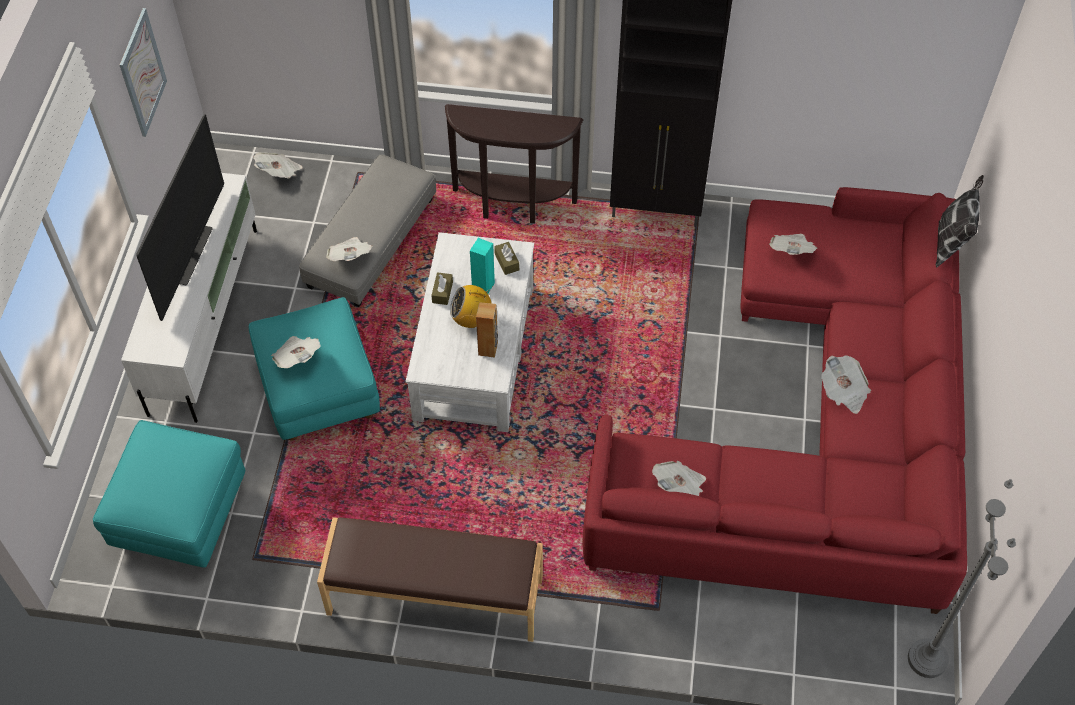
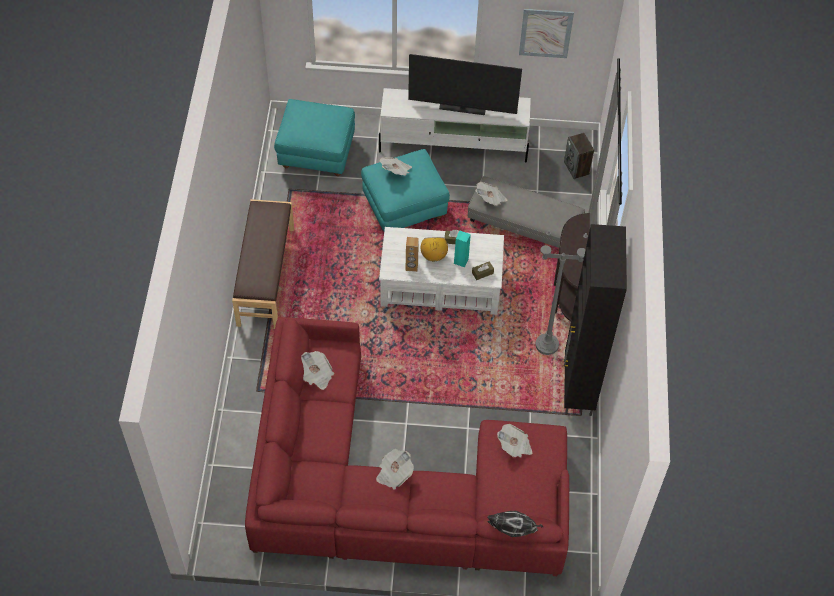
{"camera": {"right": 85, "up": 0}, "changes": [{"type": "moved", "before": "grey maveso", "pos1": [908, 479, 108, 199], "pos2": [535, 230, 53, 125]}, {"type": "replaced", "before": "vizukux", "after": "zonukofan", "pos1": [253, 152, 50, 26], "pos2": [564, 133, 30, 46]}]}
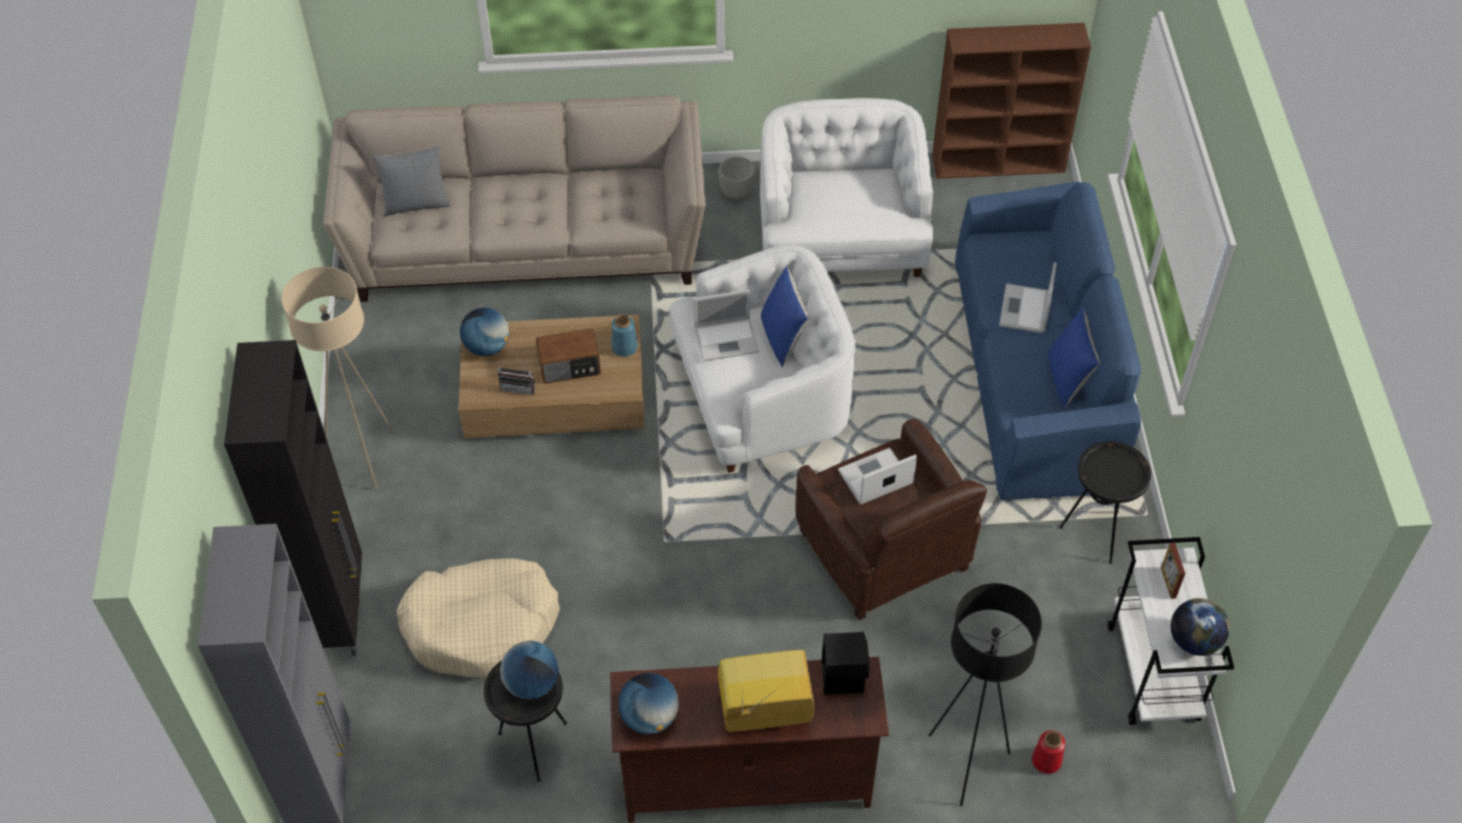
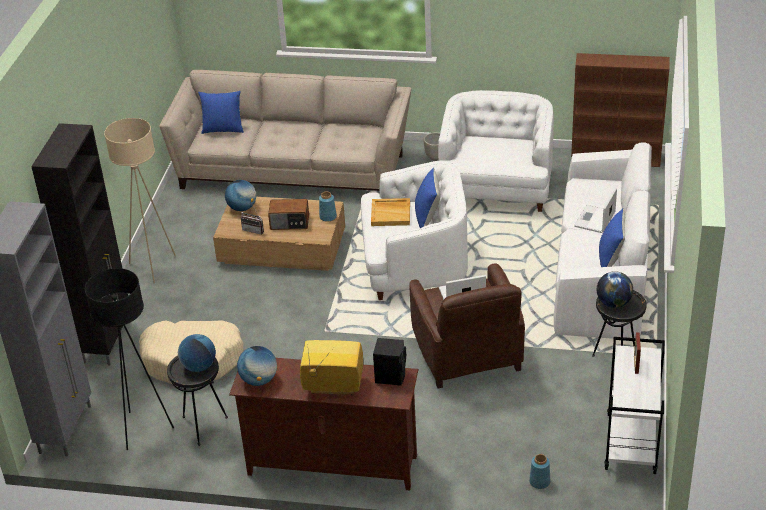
{"camera": {"right": 15, "up": -15}, "changes": [{"type": "moved", "before": "black maveso", "pos1": [929, 583, 113, 223], "pos2": [85, 268, 89, 182]}, {"type": "recoloured", "before": "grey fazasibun", "after": "blue fazasibun", "pos1": [372, 146, 79, 71], "pos2": [198, 91, 46, 43]}, {"type": "replaced", "before": "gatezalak", "after": "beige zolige", "pos1": [694, 289, 65, 73], "pos2": [371, 198, 39, 28]}, {"type": "recoloured", "before": "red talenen", "after": "blue talenen", "pos1": [1032, 731, 33, 43], "pos2": [529, 454, 21, 35]}, {"type": "recoloured", "before": "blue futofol", "after": "white futofol", "pos1": [955, 182, 186, 318], "pos2": [554, 142, 98, 197]}, {"type": "moved", "before": "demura", "pos1": [1171, 598, 59, 58], "pos2": [597, 271, 36, 37]}]}
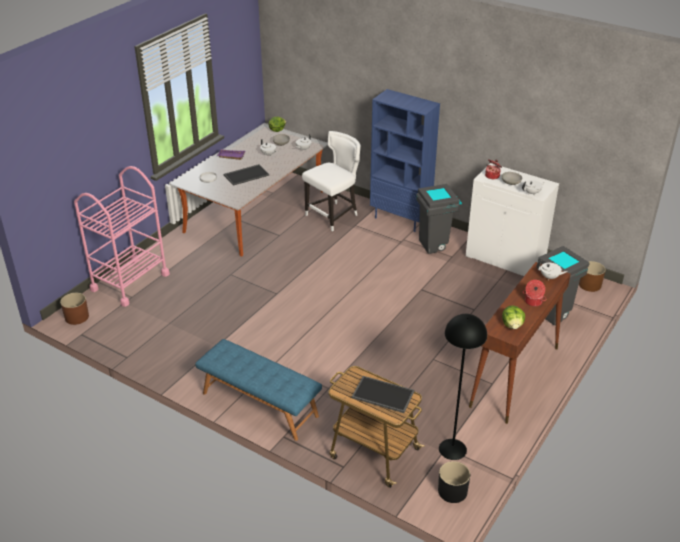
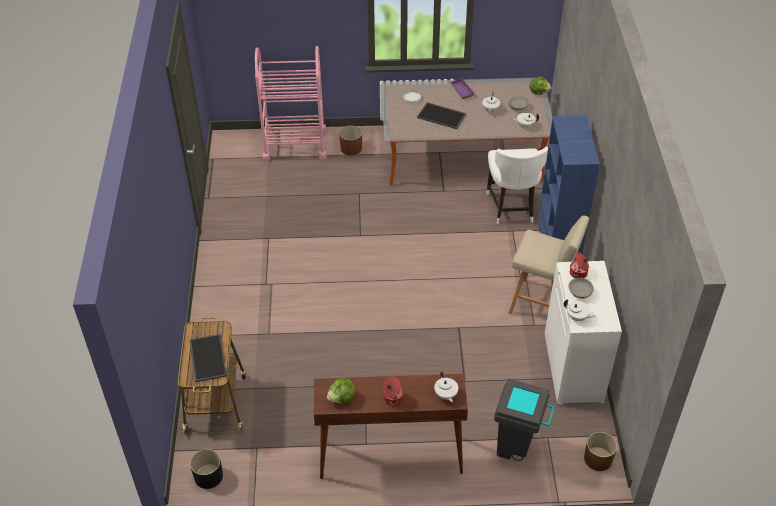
{"camera": {"right": 55, "up": 10}, "changes": [{"type": "moved", "before": "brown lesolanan", "pos1": [60, 293, 29, 32], "pos2": [339, 126, 23, 30]}, {"type": "turned", "before": "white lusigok", "pos1": [302, 131, 59, 101], "pos2": [486, 147, 62, 77], "turn": 75}, {"type": "replaced", "before": "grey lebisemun", "after": "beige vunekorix", "pos1": [416, 184, 46, 70], "pos2": [508, 215, 81, 99]}, {"type": "removed", "before": "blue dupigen", "pos1": [195, 339, 127, 102]}, {"type": "removed", "before": "black maveso", "pos1": [439, 314, 48, 146]}]}
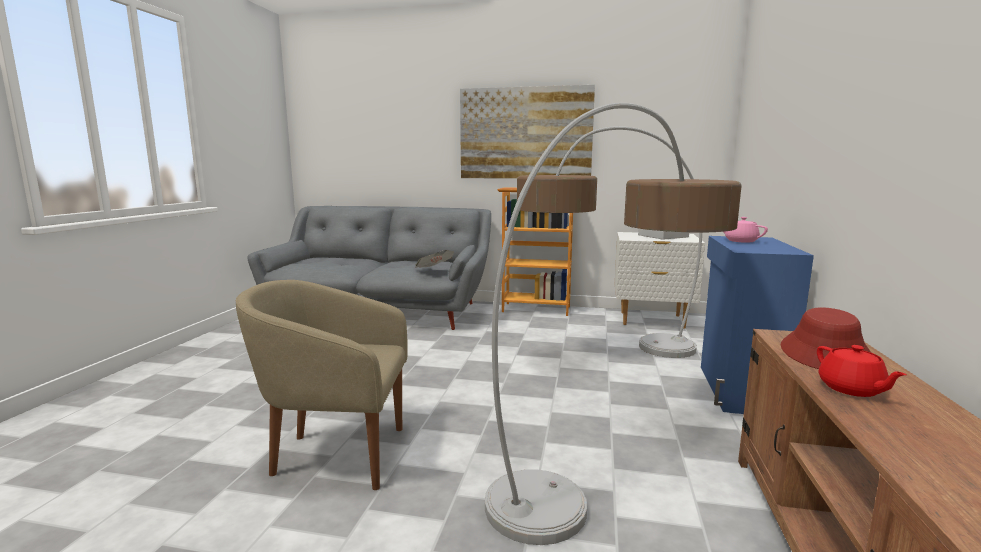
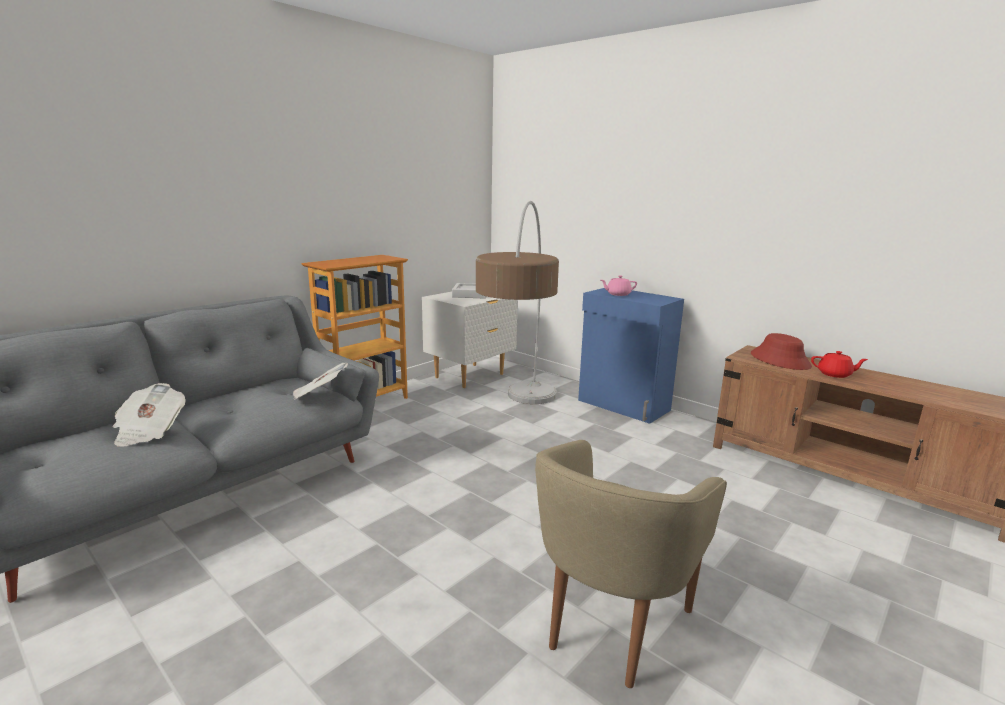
{"camera": {"right": -60, "up": 5}, "changes": [{"type": "added", "after": "vizukux", "pos2": [113, 383, 73, 64]}, {"type": "removed", "before": "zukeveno", "pos1": [460, 85, 135, 94]}, {"type": "removed", "before": "maveso", "pos1": [485, 103, 257, 442]}]}
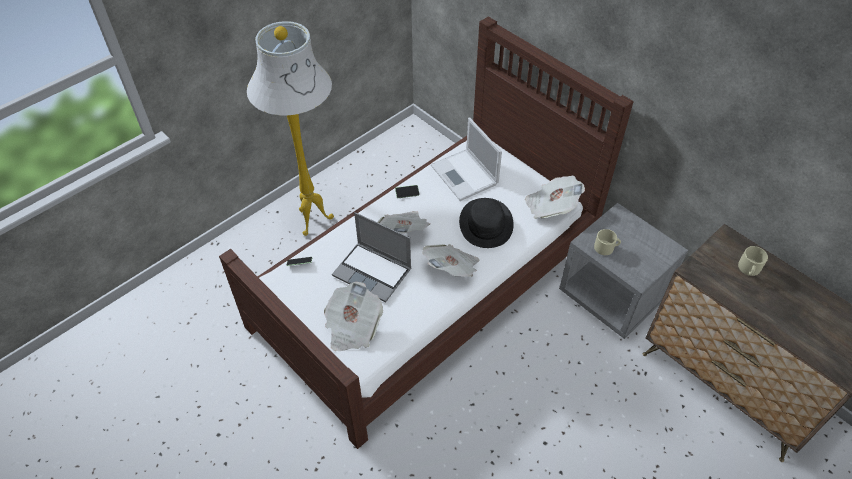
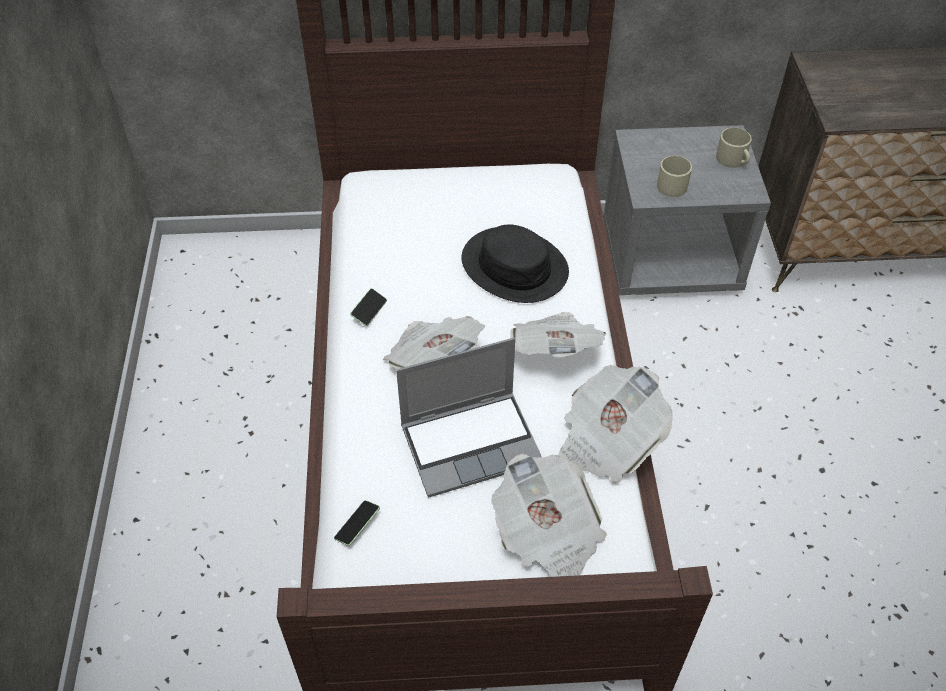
{"camera": {"right": -50, "up": 0}, "changes": [{"type": "moved", "before": "vizukux", "pos1": [525, 176, 60, 43], "pos2": [558, 365, 115, 118]}, {"type": "moved", "before": "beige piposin", "pos1": [738, 246, 30, 30], "pos2": [716, 128, 36, 40]}, {"type": "removed", "before": "white maveso", "pos1": [247, 21, 87, 215]}, {"type": "removed", "before": "gatezalak", "pos1": [431, 117, 71, 84]}]}
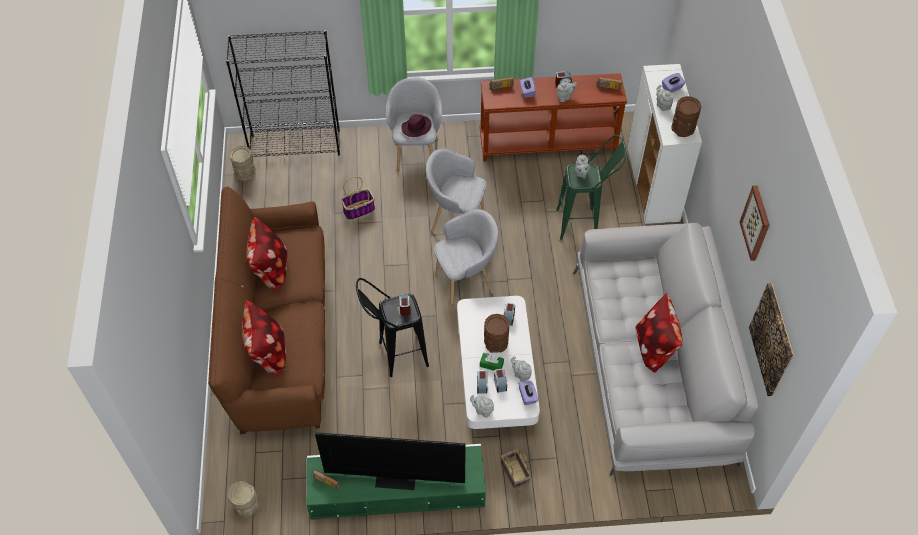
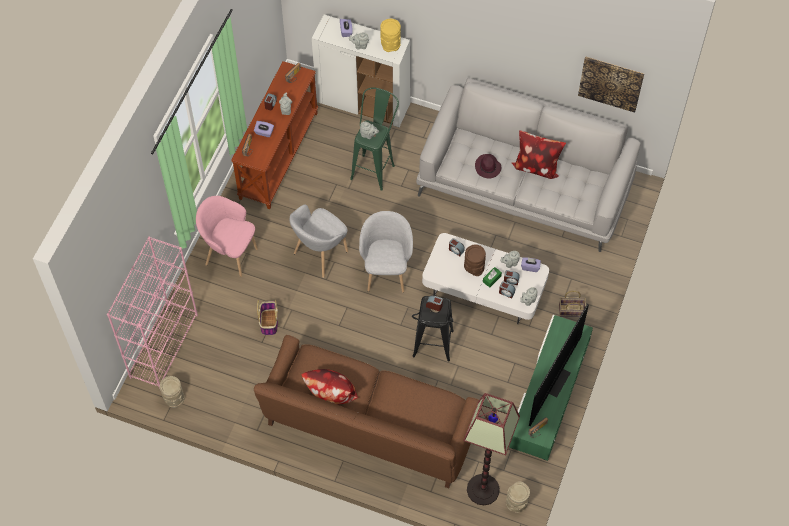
{"camera": {"right": -65, "up": 5}, "changes": [{"type": "recoloured", "before": "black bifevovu", "after": "pink bifevovu", "pos1": [226, 30, 114, 127], "pos2": [107, 237, 91, 152]}, {"type": "recoloured", "before": "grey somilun", "after": "pink somilun", "pos1": [386, 77, 56, 93], "pos2": [196, 196, 62, 81]}, {"type": "recoloured", "before": "brown talenen", "after": "yellow talenen", "pos1": [671, 96, 30, 41], "pos2": [380, 19, 21, 33]}, {"type": "added", "after": "maveso", "pos2": [463, 393, 57, 112]}, {"type": "moved", "before": "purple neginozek", "pos1": [402, 114, 30, 23], "pos2": [475, 154, 26, 25]}, {"type": "removed", "before": "fazasibun", "pos1": [242, 301, 44, 75]}, {"type": "removed", "before": "zukeveno", "pos1": [740, 185, 30, 76]}]}
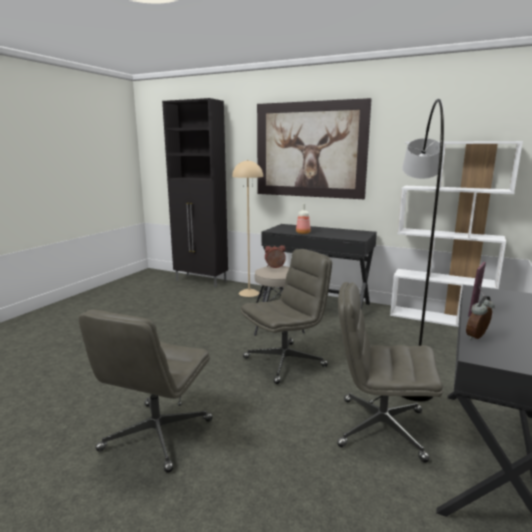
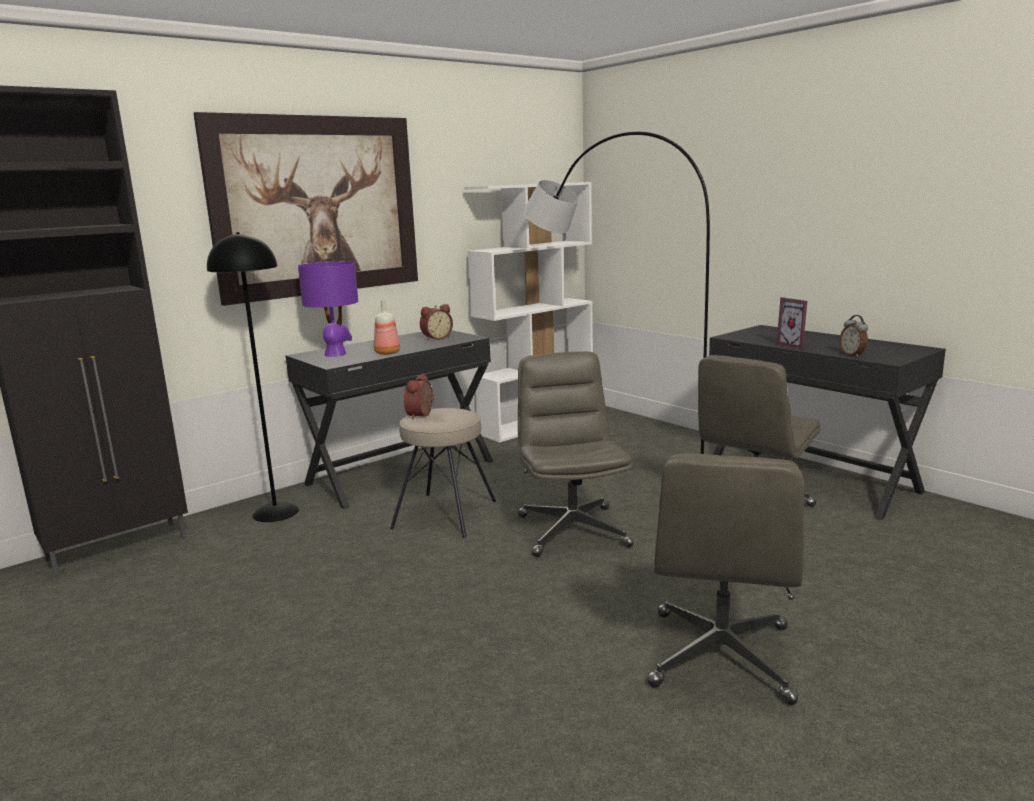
{"camera": {"right": -65, "up": 0}, "changes": [{"type": "recoloured", "before": "beige maveso", "after": "black maveso", "pos1": [232, 160, 31, 137], "pos2": [207, 232, 92, 290]}, {"type": "added", "after": "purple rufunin", "pos2": [298, 261, 60, 96]}, {"type": "added", "after": "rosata", "pos2": [420, 304, 33, 37]}, {"type": "turned", "before": "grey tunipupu", "pos1": [79, 310, 134, 163], "pos2": [647, 454, 157, 251], "turn": 60}]}
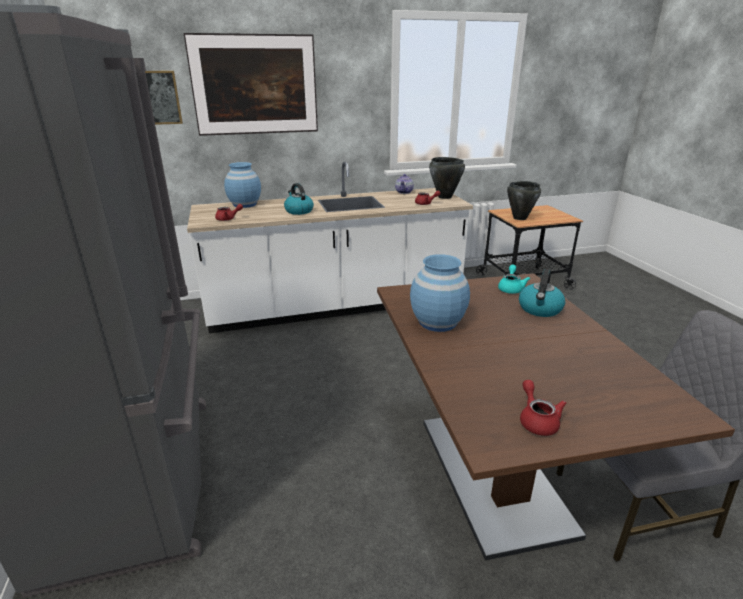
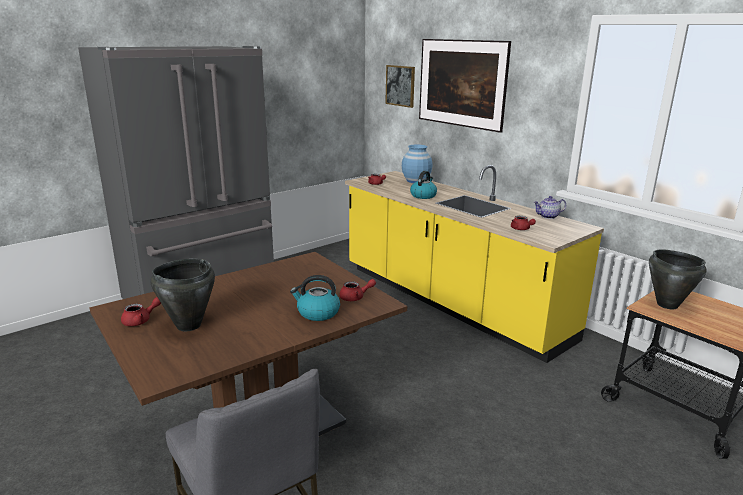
{"camera": {"right": 65, "up": -5}, "changes": [{"type": "moved", "before": "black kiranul", "pos1": [429, 157, 36, 42], "pos2": [150, 258, 65, 73]}, {"type": "recoloured", "before": "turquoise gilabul", "after": "red gilabul", "pos1": [498, 264, 32, 30], "pos2": [339, 279, 37, 22]}, {"type": "recoloured", "before": "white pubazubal", "after": "yellow pubazubal", "pos1": [187, 162, 286, 171], "pos2": [345, 165, 259, 198]}, {"type": "removed", "before": "blue talenen", "pos1": [410, 254, 60, 78]}]}
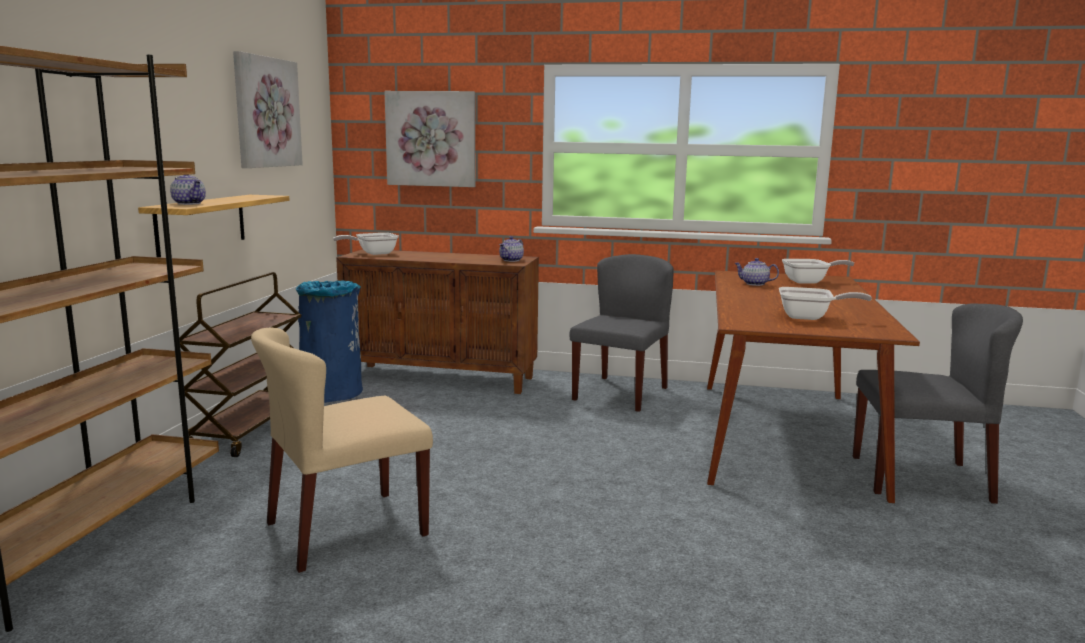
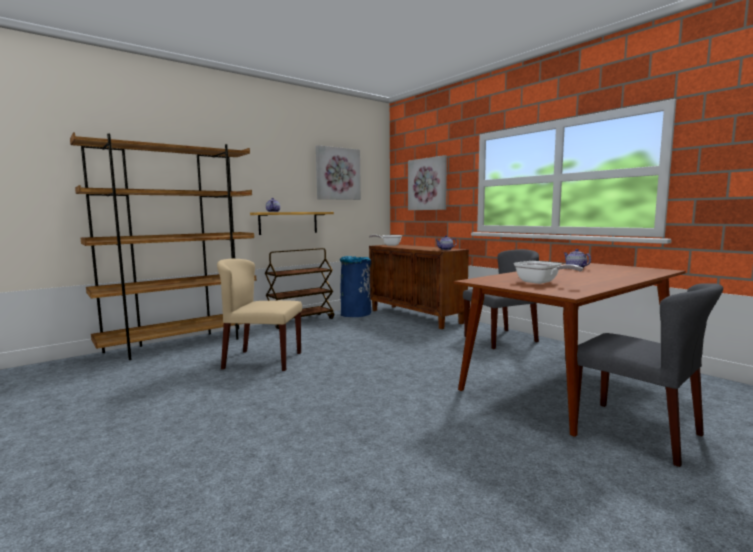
{"camera": {"right": 40, "up": -5}, "changes": [{"type": "removed", "before": "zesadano", "pos1": [782, 259, 72, 24]}]}
